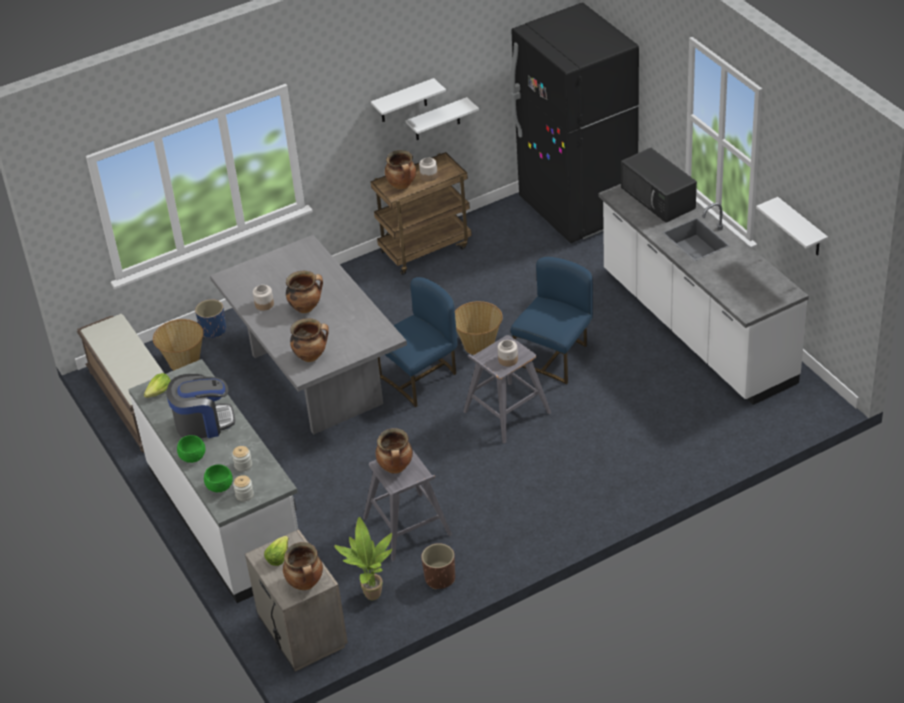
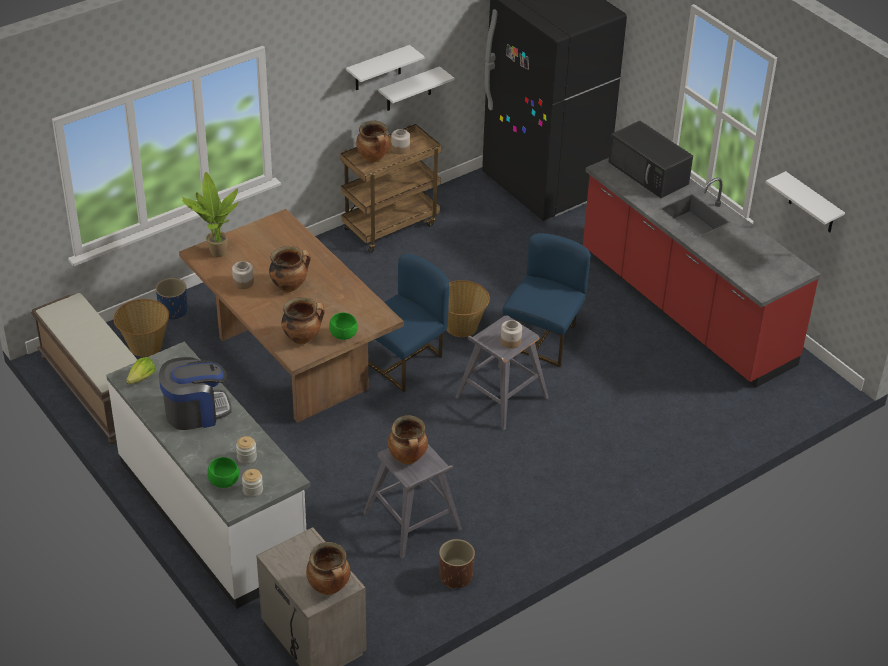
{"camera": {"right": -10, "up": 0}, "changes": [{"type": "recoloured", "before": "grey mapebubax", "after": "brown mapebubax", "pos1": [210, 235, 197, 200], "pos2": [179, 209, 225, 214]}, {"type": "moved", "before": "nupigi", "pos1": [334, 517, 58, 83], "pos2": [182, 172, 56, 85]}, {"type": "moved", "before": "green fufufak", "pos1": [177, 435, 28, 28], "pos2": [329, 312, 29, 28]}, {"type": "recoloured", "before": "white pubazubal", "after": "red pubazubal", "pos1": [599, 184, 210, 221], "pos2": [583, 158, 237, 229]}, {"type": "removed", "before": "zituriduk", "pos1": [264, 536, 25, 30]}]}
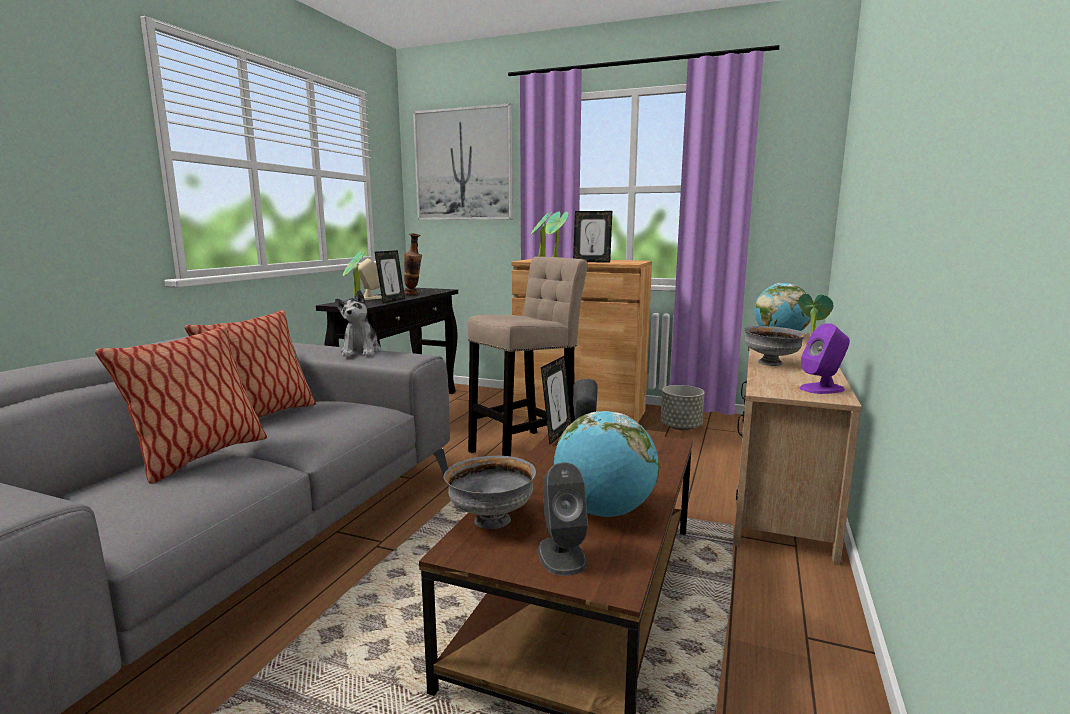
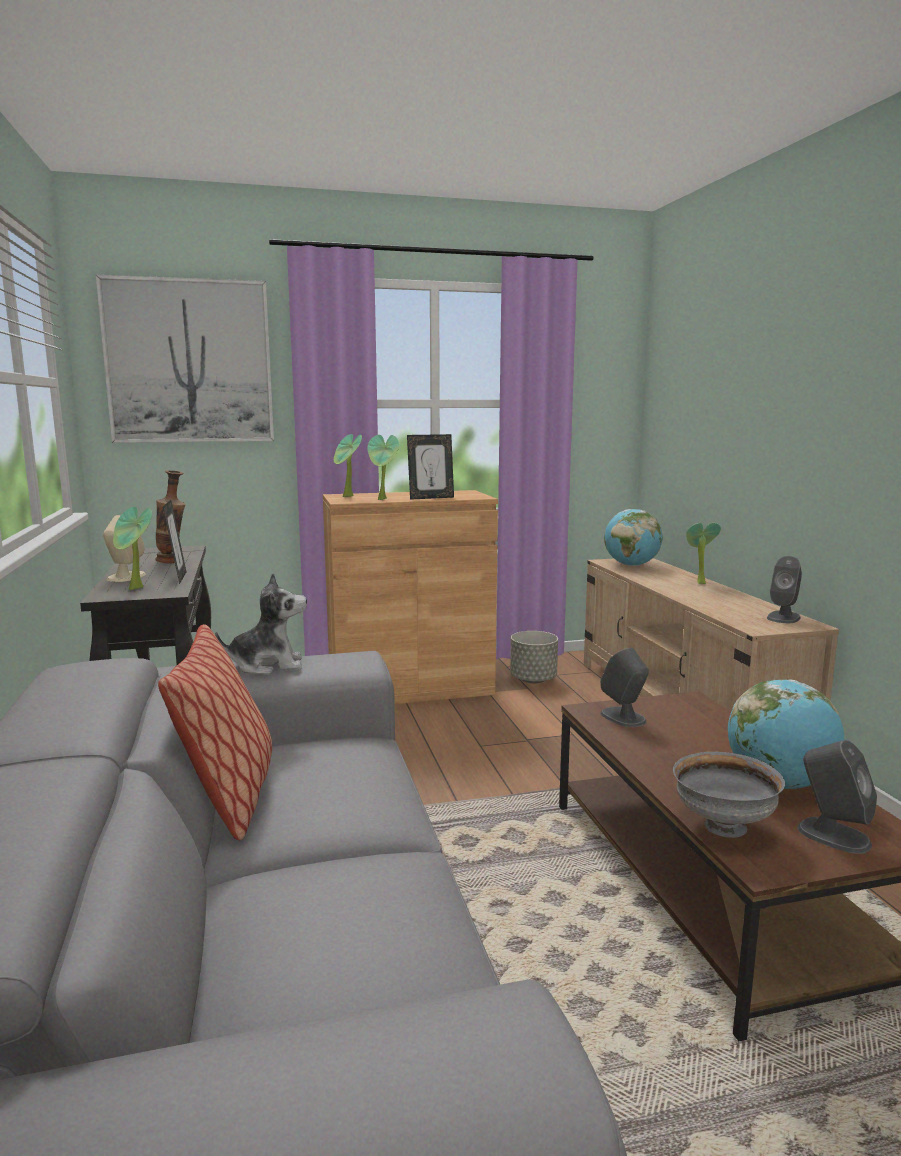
{"camera": {"right": -35, "up": 0}, "changes": [{"type": "turned", "before": "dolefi", "pos1": [335, 290, 46, 66], "pos2": [215, 573, 92, 102], "turn": -60}, {"type": "recoloured", "before": "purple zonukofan", "after": "grey zonukofan", "pos1": [800, 323, 50, 71], "pos2": [767, 556, 35, 67]}, {"type": "removed", "before": "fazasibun", "pos1": [95, 326, 172, 158]}, {"type": "removed", "before": "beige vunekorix", "pos1": [468, 257, 120, 199]}, {"type": "removed", "before": "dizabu", "pos1": [541, 356, 30, 89]}, {"type": "removed", "before": "grey fufufak", "pos1": [744, 326, 62, 40]}]}
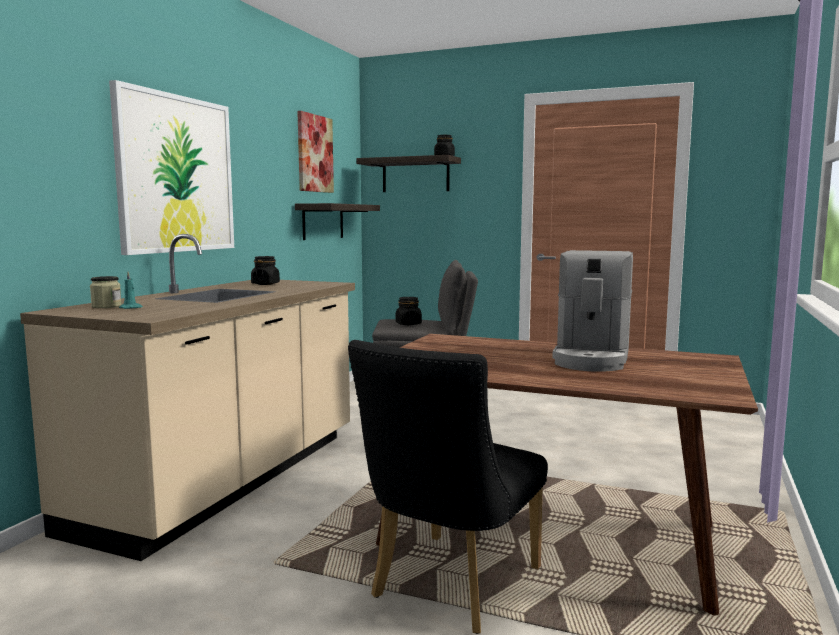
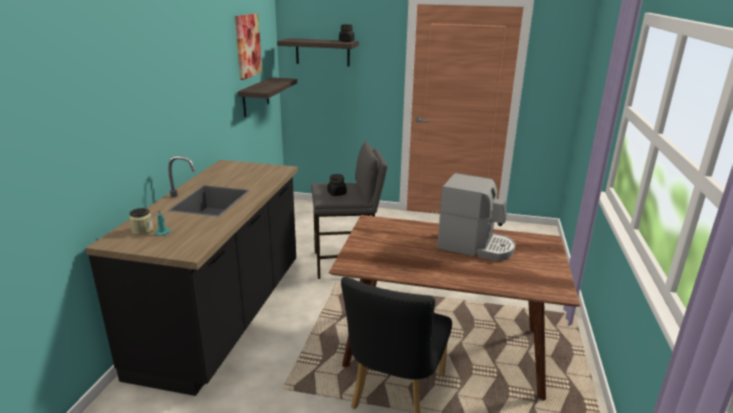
{"camera": {"right": -10, "up": 15}, "changes": [{"type": "recoloured", "before": "beige pubazubal", "after": "black pubazubal", "pos1": [20, 234, 335, 327], "pos2": [85, 156, 213, 240]}, {"type": "turned", "before": "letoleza", "pos1": [552, 250, 81, 122], "pos2": [437, 173, 78, 88], "turn": -75}, {"type": "removed", "before": "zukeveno", "pos1": [109, 80, 125, 175]}, {"type": "removed", "before": "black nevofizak", "pos1": [251, 256, 29, 29]}]}
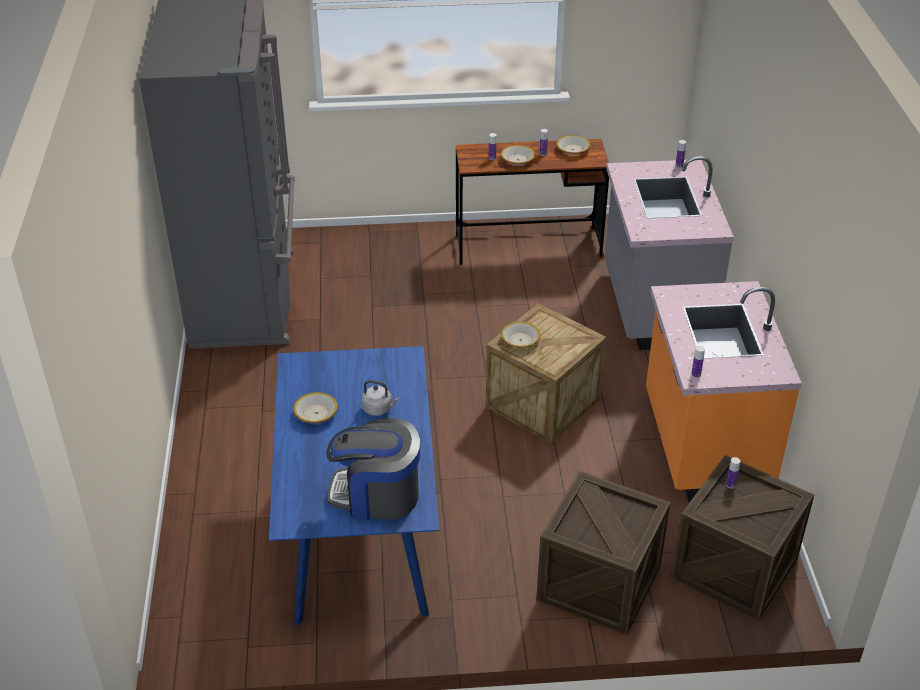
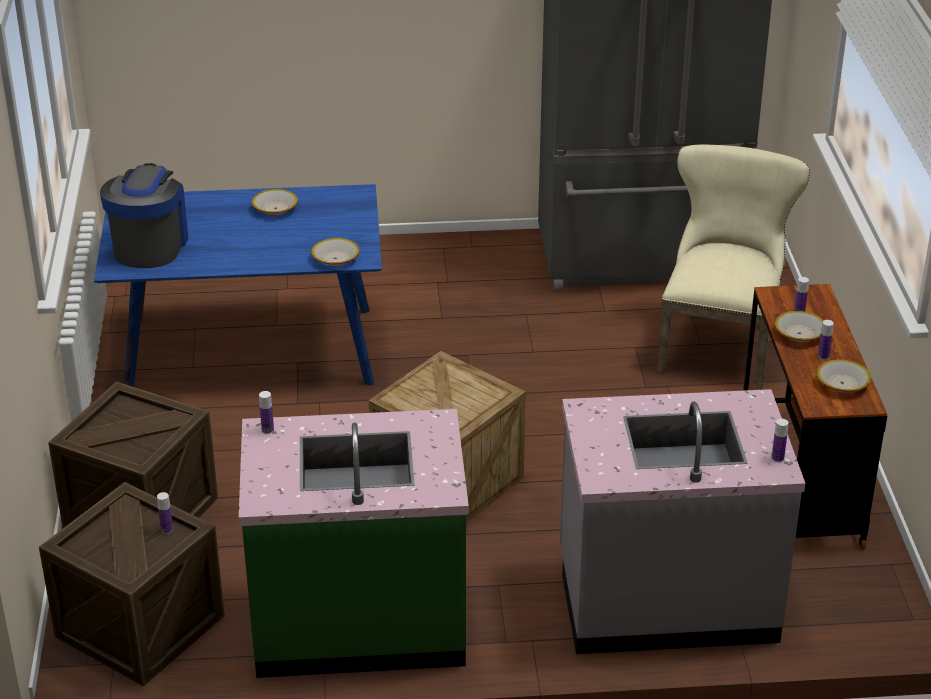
{"camera": {"right": 90, "up": -5}, "changes": [{"type": "recoloured", "before": "orange pubazubal", "after": "green pubazubal", "pos1": [646, 281, 156, 220], "pos2": [239, 409, 230, 269]}, {"type": "moved", "before": "fufufak", "pos1": [501, 322, 39, 26], "pos2": [311, 238, 49, 28]}, {"type": "added", "after": "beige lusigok", "pos2": [657, 145, 153, 244]}, {"type": "removed", "before": "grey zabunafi", "pos1": [361, 380, 38, 36]}]}
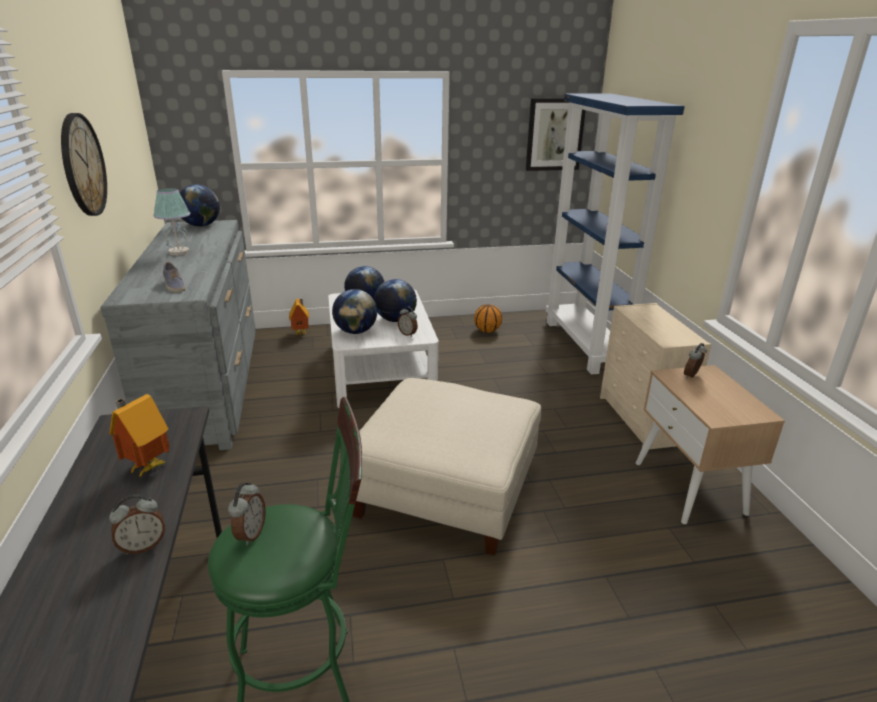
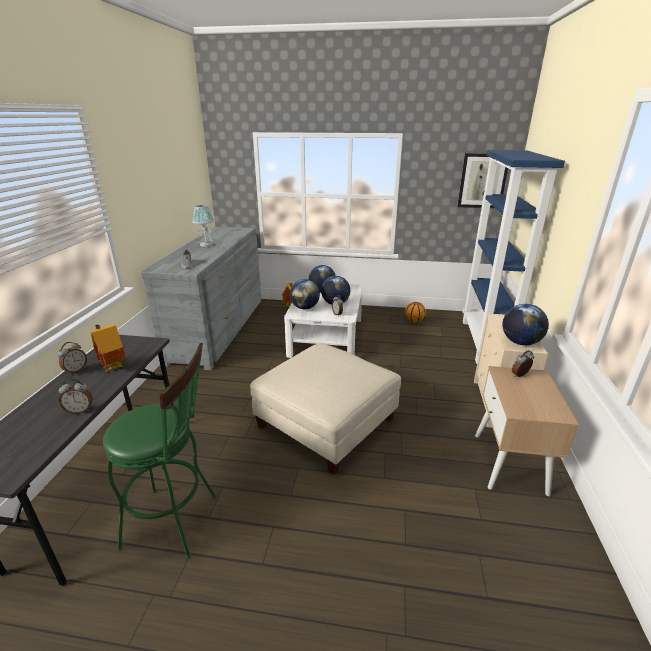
{"camera": {"right": 20, "up": 0}, "changes": [{"type": "moved", "before": "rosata", "pos1": [228, 482, 37, 63], "pos2": [58, 342, 29, 33]}, {"type": "moved", "before": "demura", "pos1": [180, 184, 40, 42], "pos2": [502, 304, 47, 41]}, {"type": "removed", "before": "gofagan", "pos1": [61, 113, 46, 103]}]}
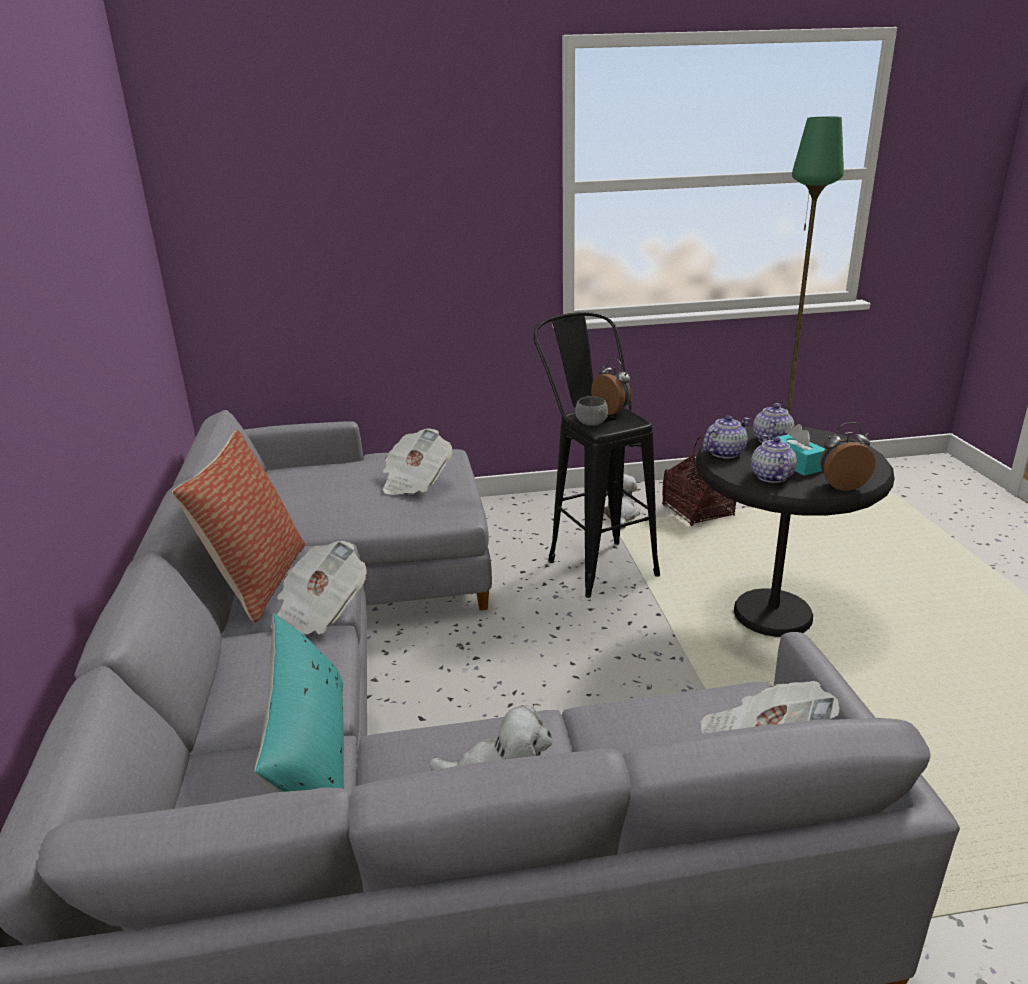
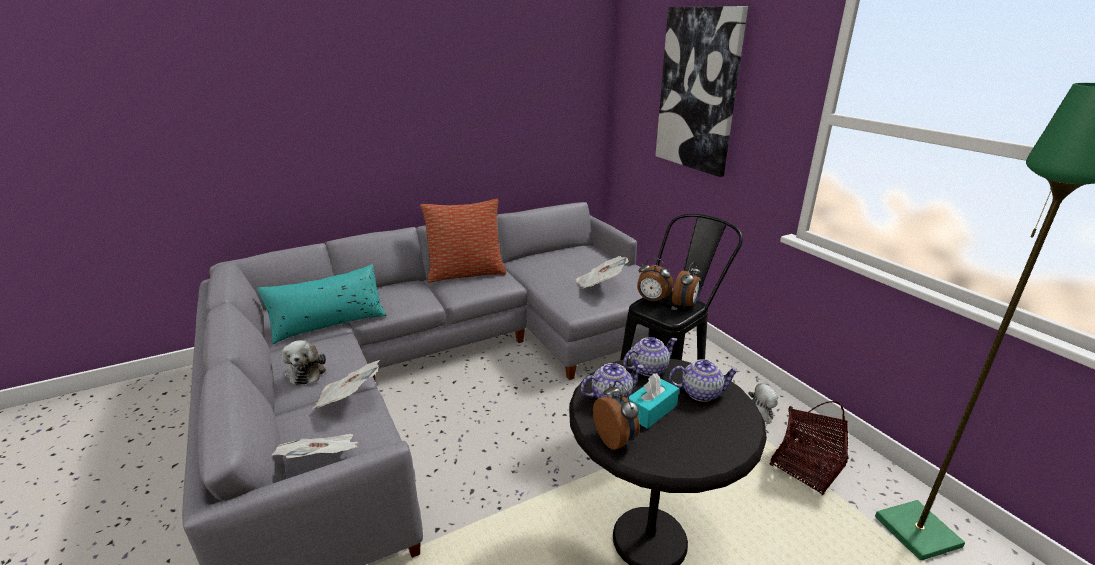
{"camera": {"right": 70, "up": 0}, "changes": [{"type": "moved", "before": "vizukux", "pos1": [271, 541, 95, 93], "pos2": [312, 360, 68, 49]}, {"type": "turned", "before": "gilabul", "pos1": [703, 416, 47, 43], "pos2": [623, 337, 55, 40], "turn": -60}, {"type": "replaced", "before": "grey fufufak", "after": "rosata", "pos1": [575, 396, 33, 30], "pos2": [637, 258, 37, 45]}, {"type": "added", "after": "zukeveno", "pos2": [655, 6, 93, 171]}]}
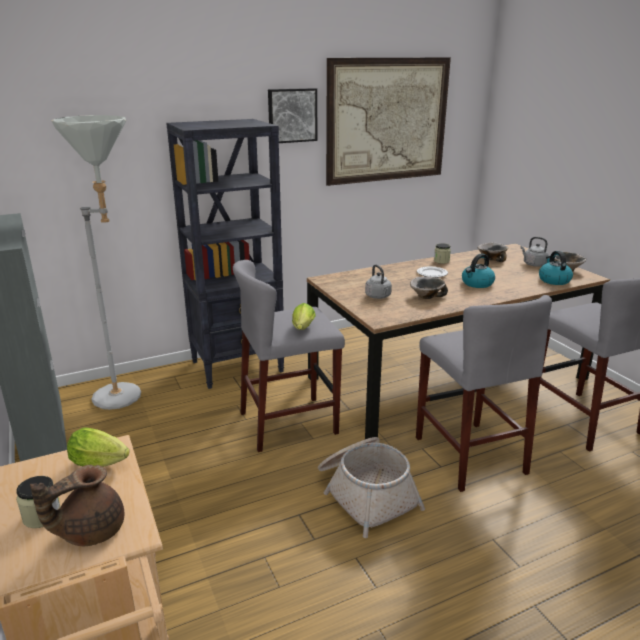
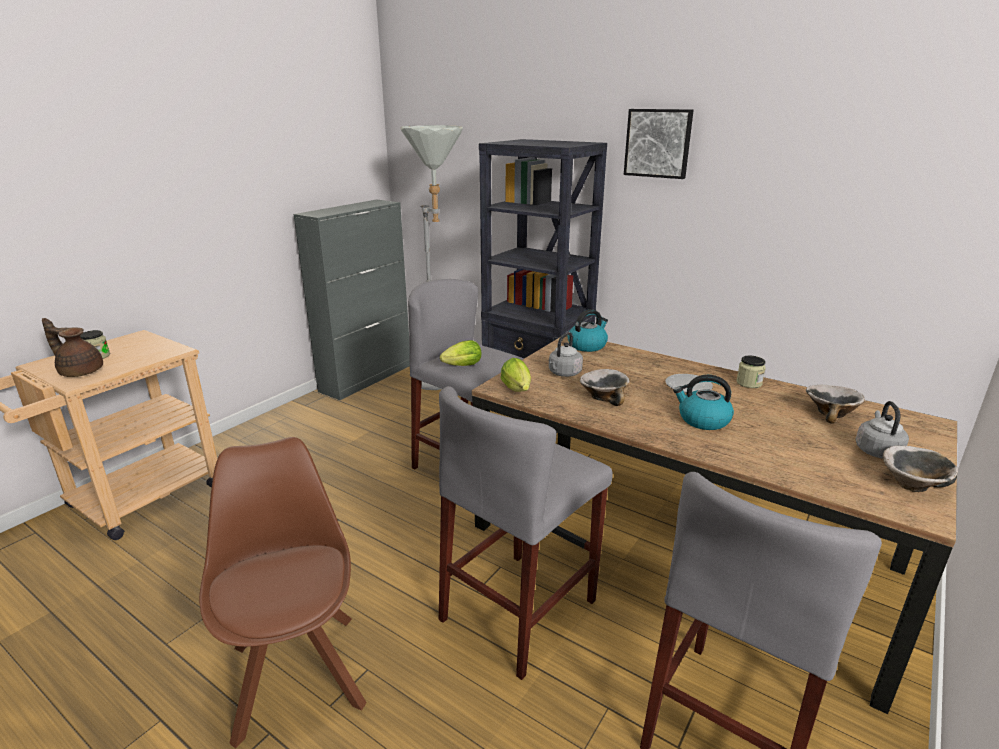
{"camera": {"right": 60, "up": 0}, "changes": [{"type": "added", "after": "brown lusigok", "pos2": [199, 437, 168, 312]}, {"type": "moved", "before": "zituriduk", "pos1": [67, 428, 63, 39], "pos2": [501, 358, 30, 34]}, {"type": "moved", "before": "zabunafi", "pos1": [539, 251, 34, 34], "pos2": [568, 309, 40, 43]}, {"type": "removed", "before": "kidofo", "pos1": [318, 437, 107, 101]}, {"type": "removed", "before": "zukeveno", "pos1": [326, 57, 125, 129]}]}
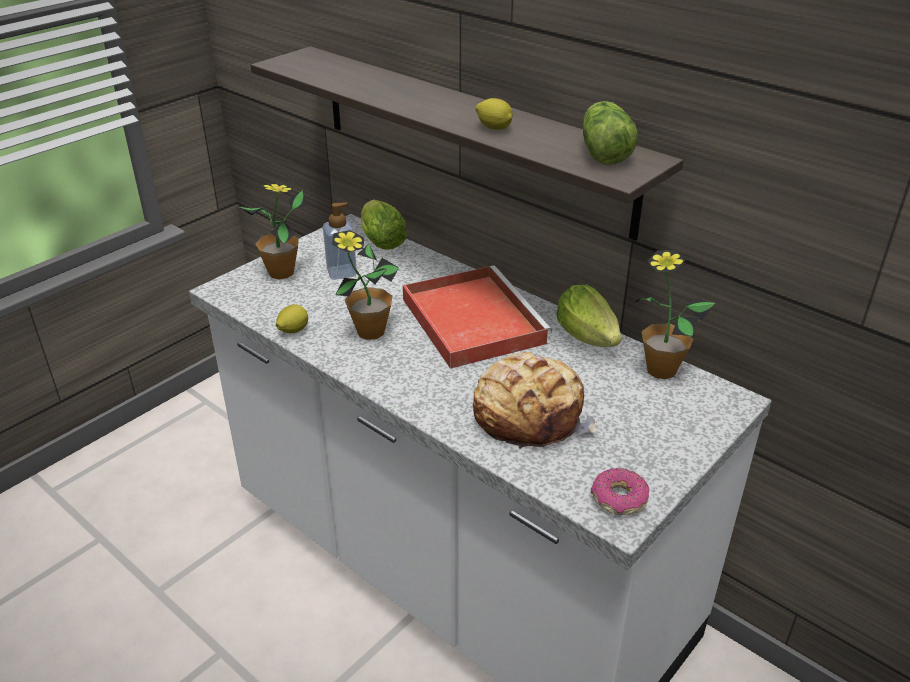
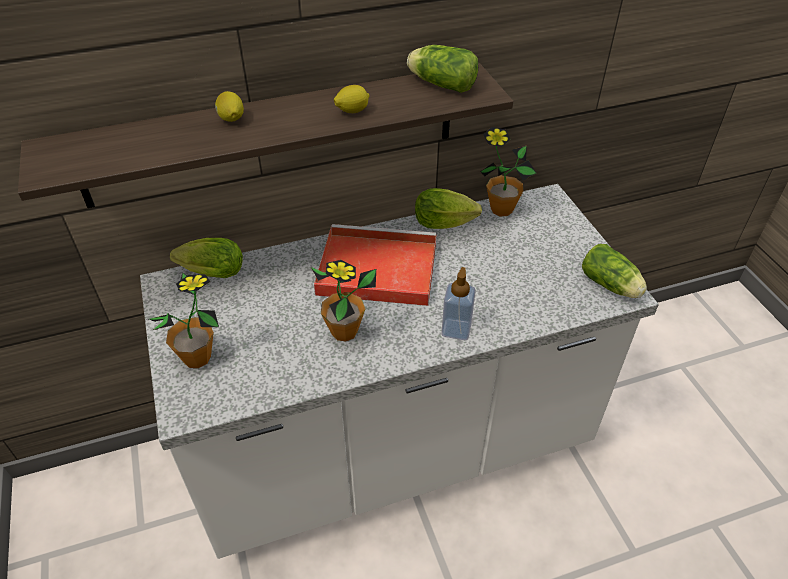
{"camera": {"right": -60, "up": 10}, "changes": [{"type": "moved", "before": "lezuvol", "pos1": [276, 304, 32, 29], "pos2": [215, 91, 29, 31]}, {"type": "moved", "before": "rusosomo", "pos1": [323, 203, 34, 77], "pos2": [441, 267, 35, 73]}, {"type": "replaced", "before": "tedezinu", "after": "zituriduk", "pos1": [591, 468, 58, 47], "pos2": [582, 244, 65, 54]}, {"type": "removed", "before": "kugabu", "pos1": [473, 352, 124, 97]}]}
